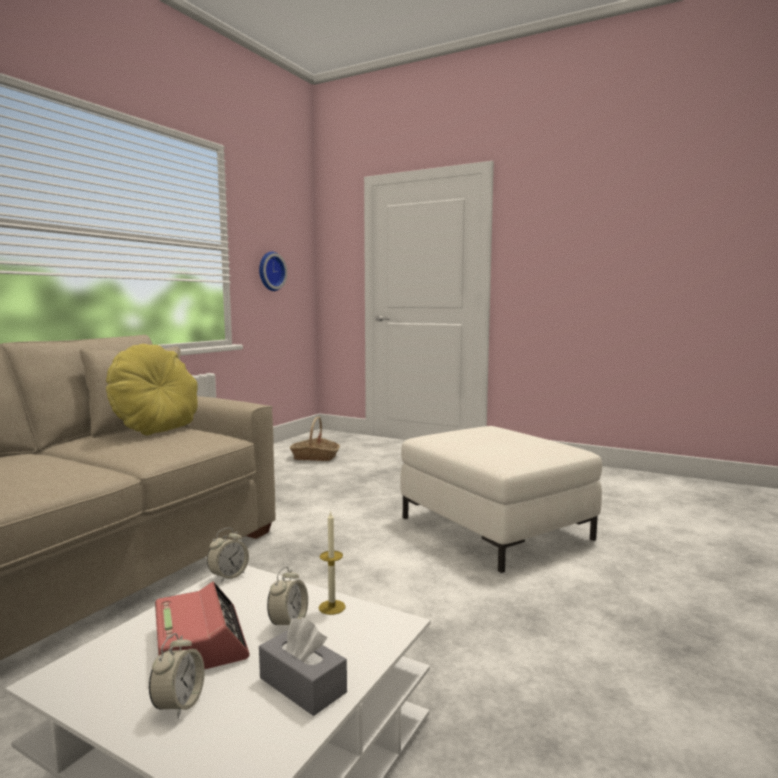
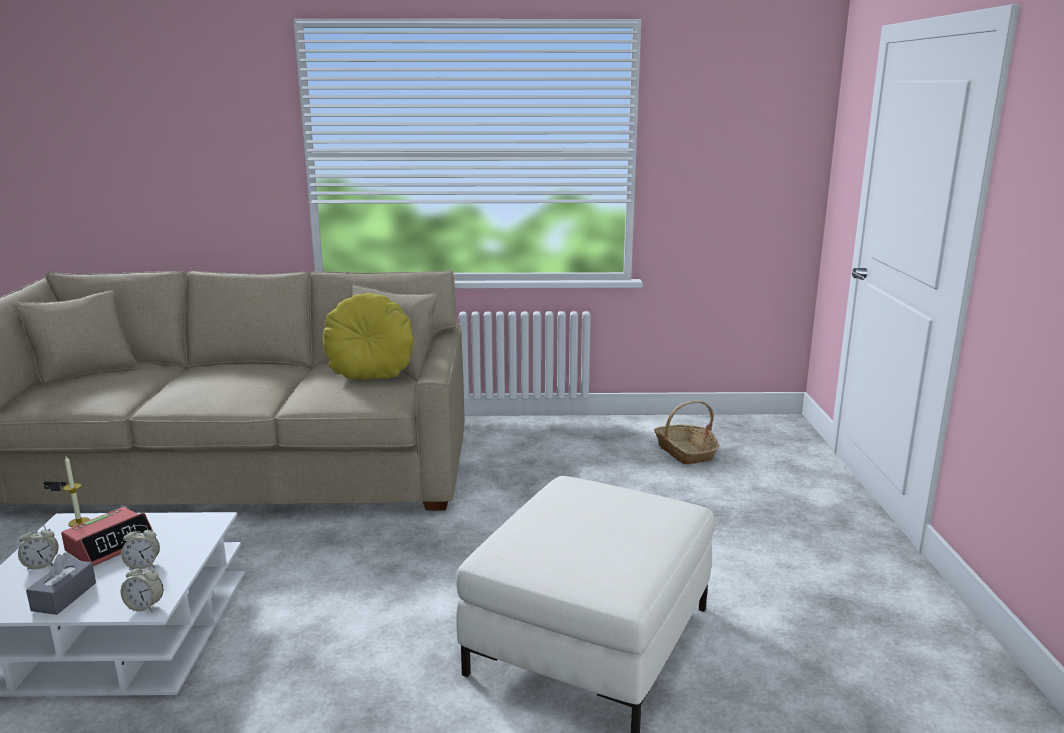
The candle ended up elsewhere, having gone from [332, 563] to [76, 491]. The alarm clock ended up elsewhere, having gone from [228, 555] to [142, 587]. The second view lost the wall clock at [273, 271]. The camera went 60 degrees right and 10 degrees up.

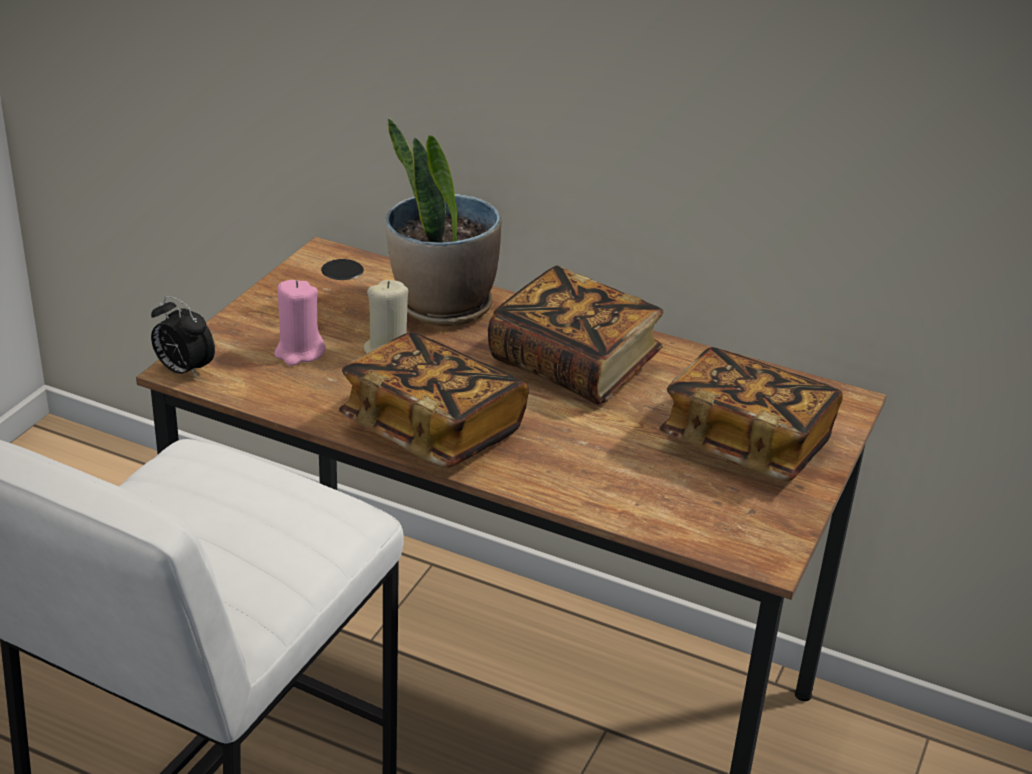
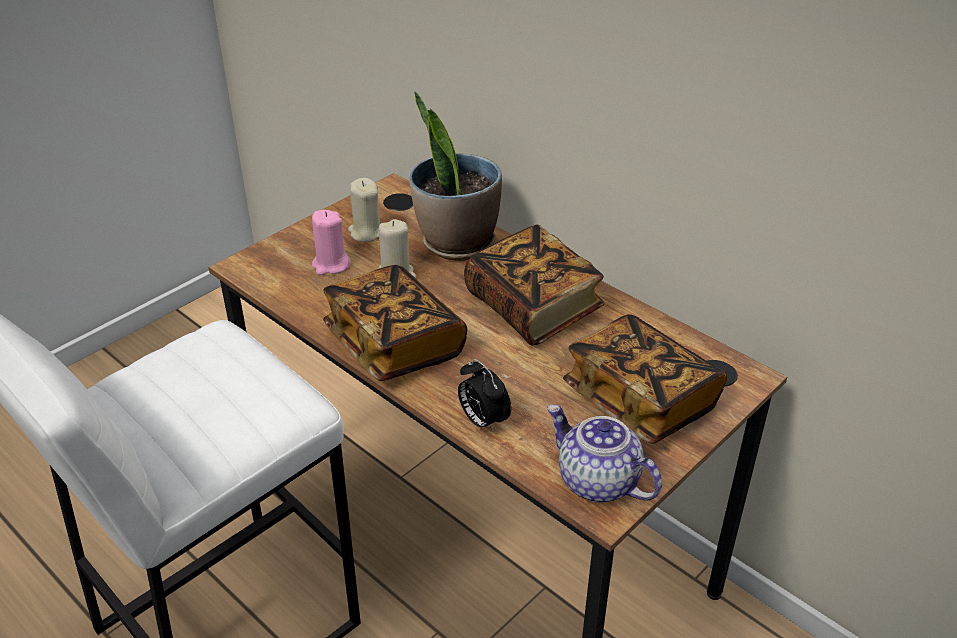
The second view gained the beige candle at [364, 210]. The alarm clock ended up elsewhere, having gone from [183, 338] to [484, 396]. The second view gained the teapot at [604, 454]. The camera went 20 degrees right and 5 degrees up.

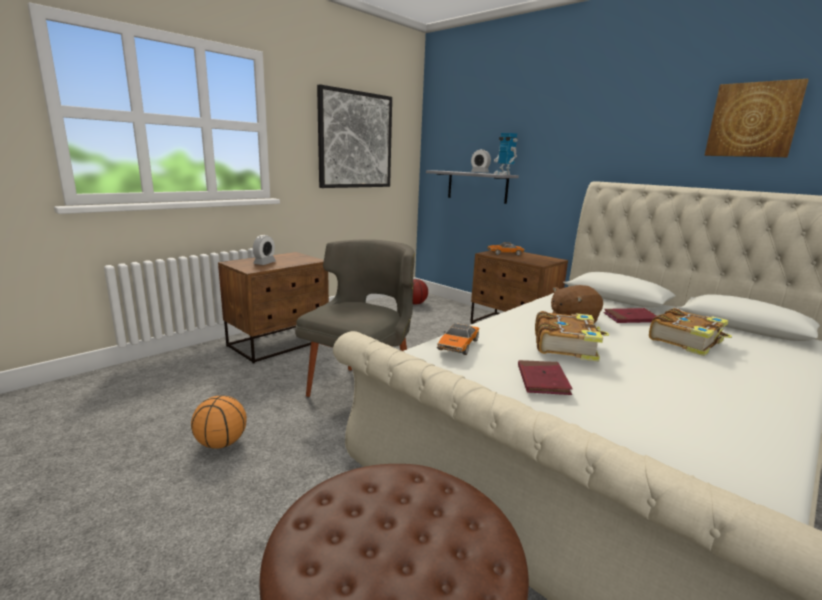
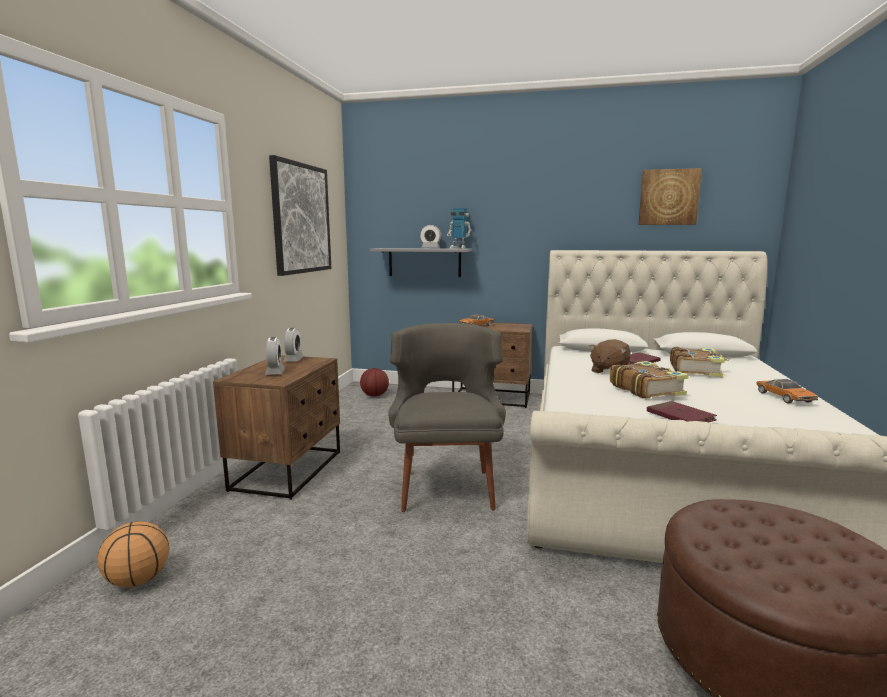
The basketball ended up elsewhere, having gone from [219, 422] to [133, 554]. The second view gained the alarm clock at [294, 344]. The toy car ended up elsewhere, having gone from [458, 339] to [787, 391]. The camera went 30 degrees left and 5 degrees down.

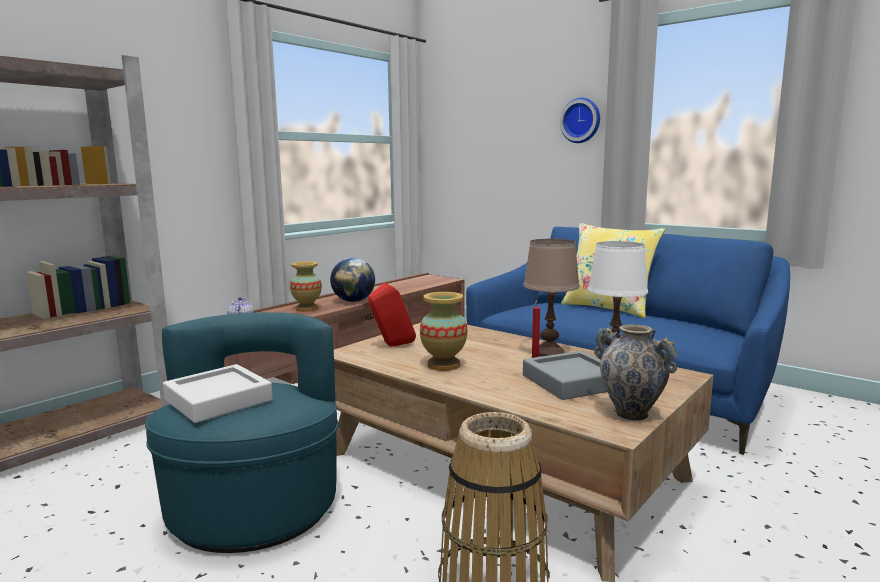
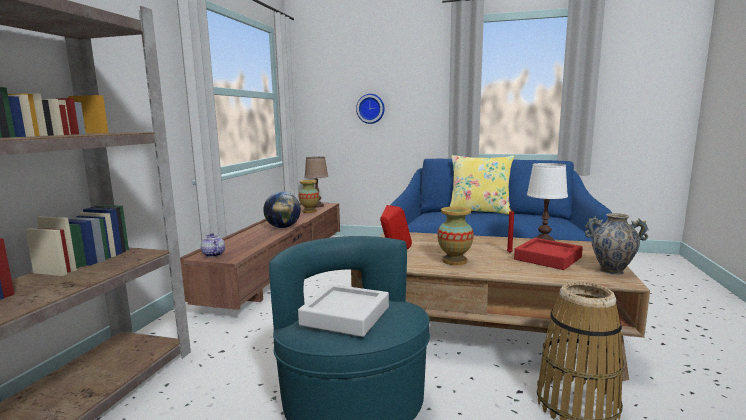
The vase ended up elsewhere, having gone from [306, 286] to [309, 196]. The brown table lamp ended up elsewhere, having gone from [551, 298] to [316, 182]. The wall clock ended up elsewhere, having gone from [580, 120] to [370, 109]. What was the grey tray at [565, 375] turned into the red tray at [548, 254]. The camera went 25 degrees left and 0 degrees up.

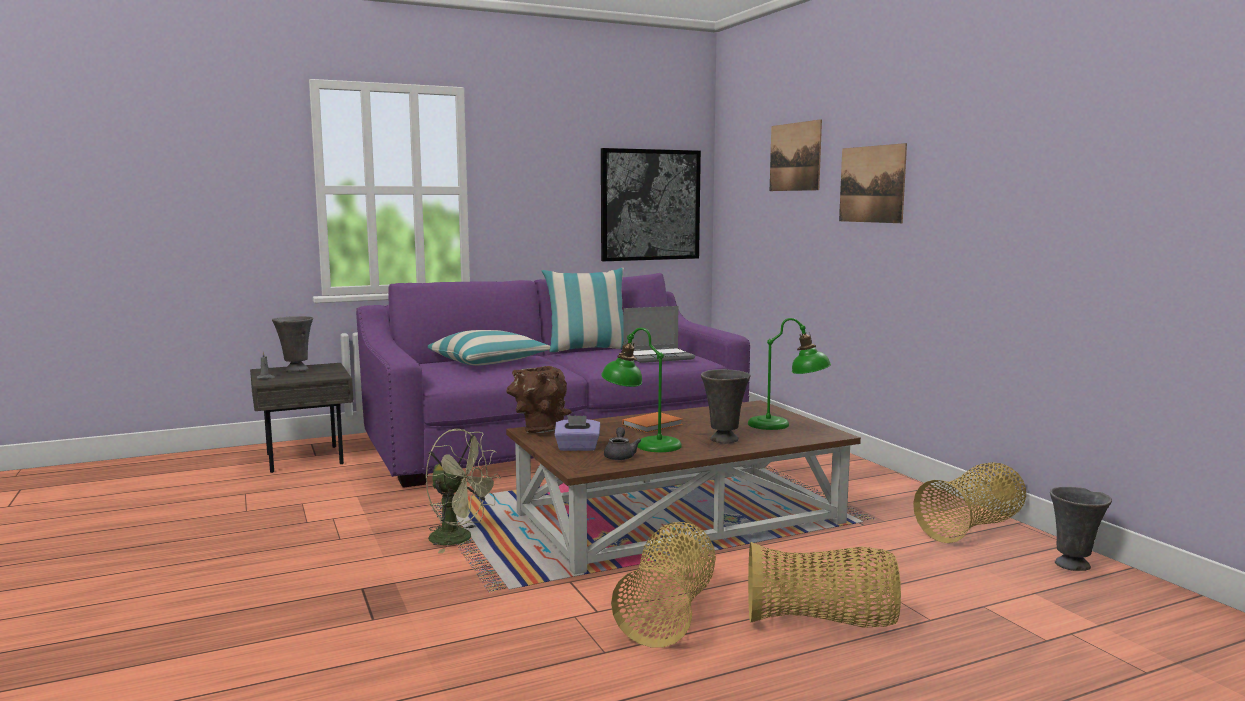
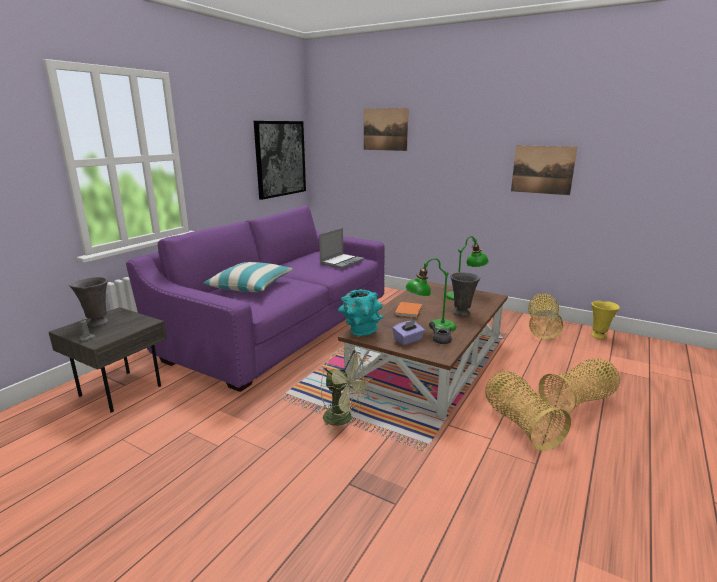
The green fan at [463, 491] ended up facing another way, 45 degrees clockwise from before. What was the brown vase at [539, 399] turned into the turquoise vase at [360, 313]. The picture ended up elsewhere, having gone from [873, 183] to [544, 170]. What was the grey vase at [1081, 529] turned into the yellow vase at [605, 320]. The second view lost the pillow at [583, 310]. The camera went 35 degrees left and 10 degrees up.

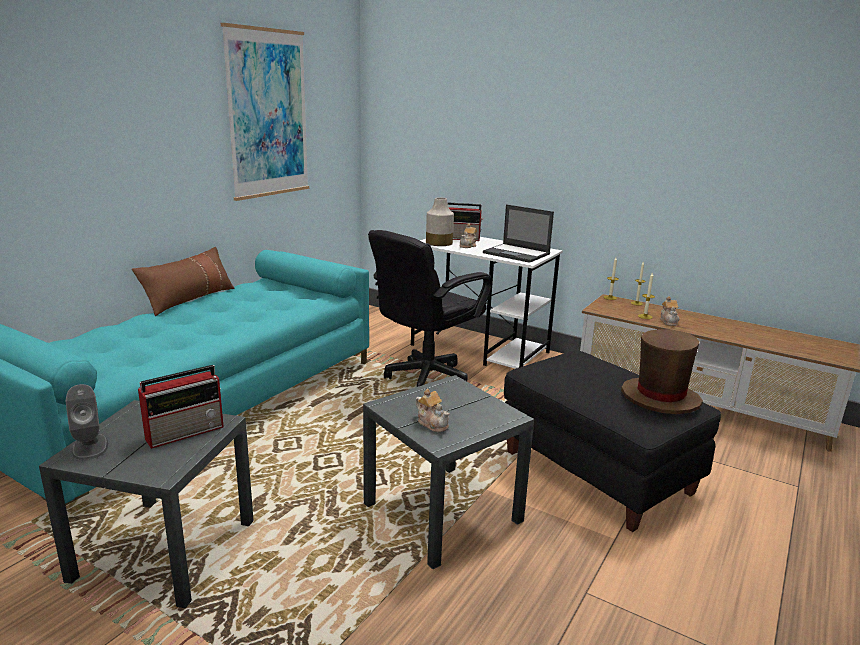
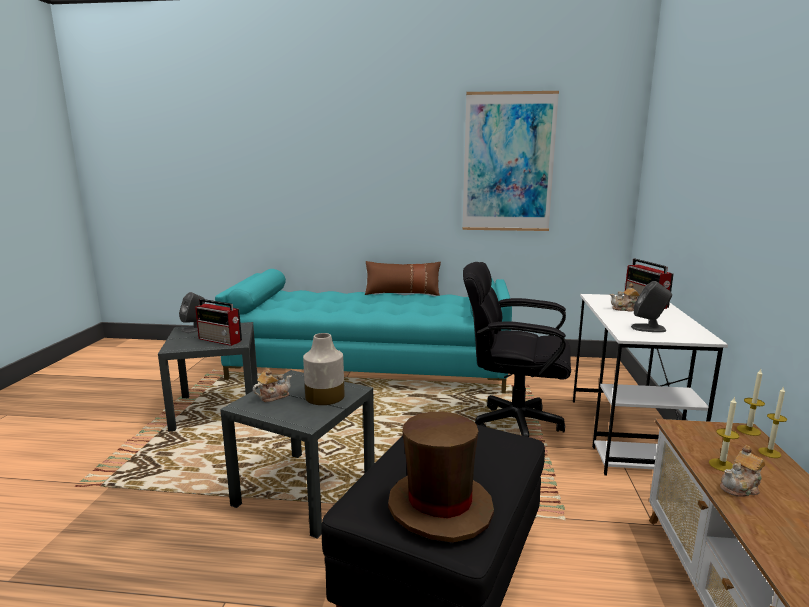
The teapot at [432, 410] ended up facing another way, 150 degrees counterclockwise from before. The beige vase ended up elsewhere, having gone from [440, 221] to [324, 369]. Where the laptop stood at [518, 233], the grey speaker came to stand at [651, 306]. The camera went 65 degrees right and 5 degrees down.

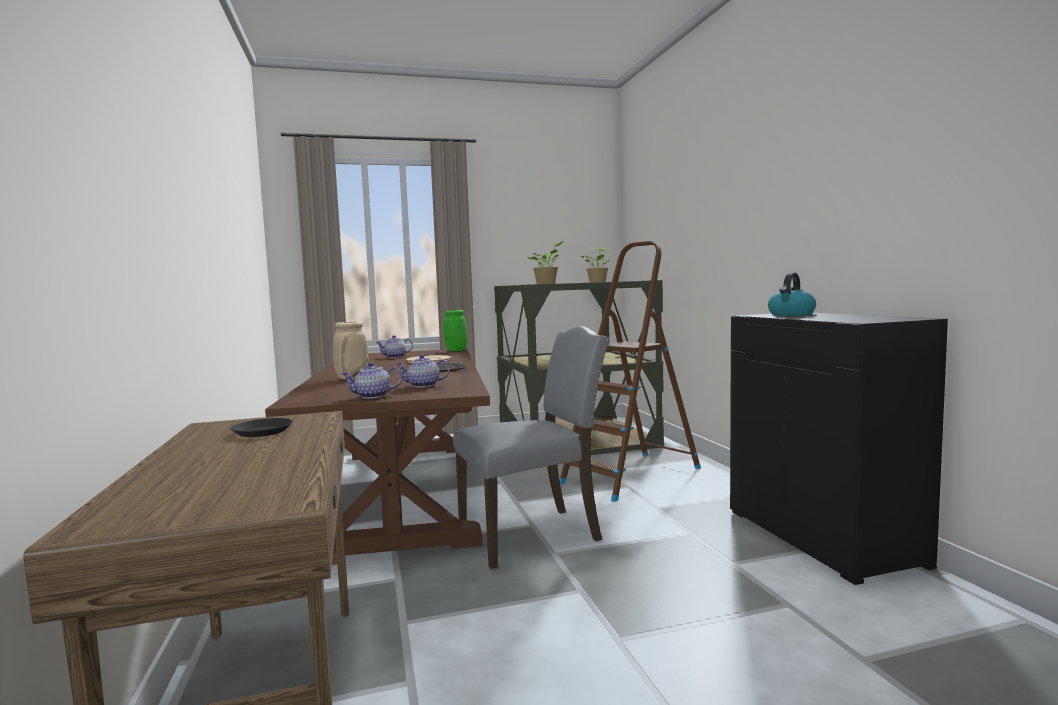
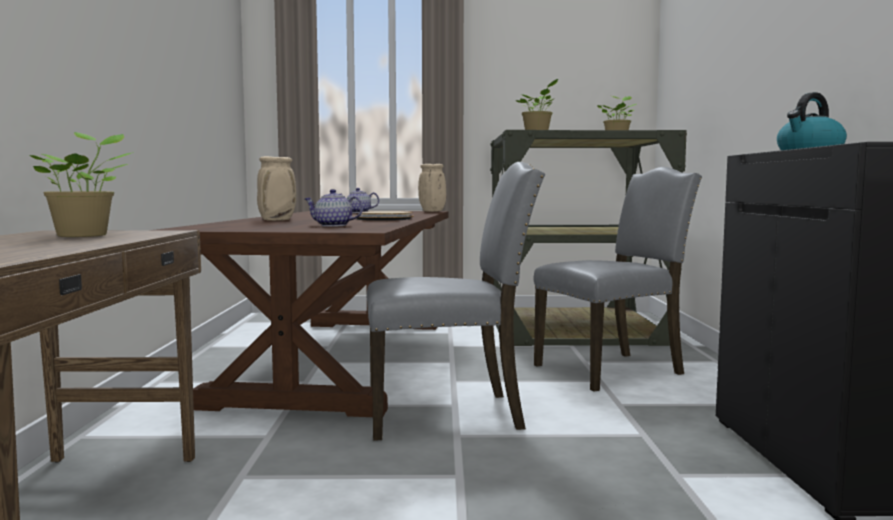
Where the black plate stood at [261, 427], the potted plant came to stand at [82, 184]. What was the green vase at [455, 330] turned into the beige vase at [432, 188]. Where the brown step ladder stood at [630, 371], the grey chair came to stand at [618, 279]. The second view lost the teapot at [371, 380]. The camera went 15 degrees right and 0 degrees up.

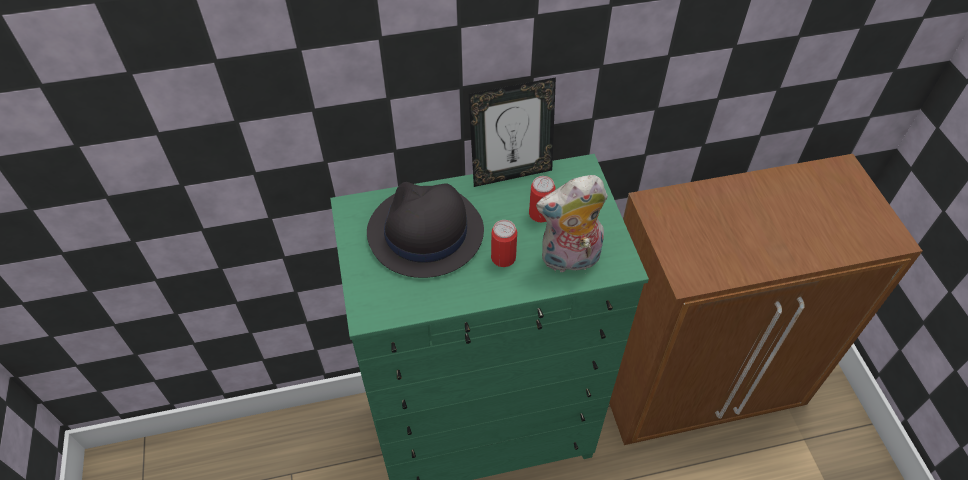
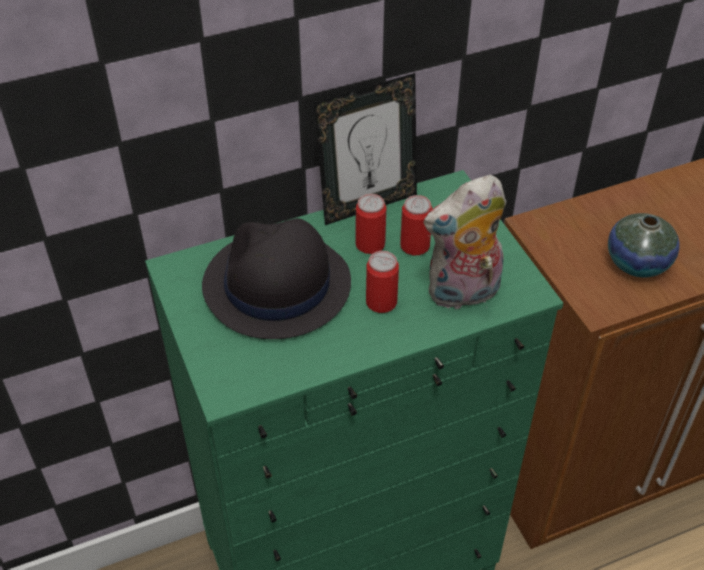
The second view gained the can at [370, 224]. The second view gained the vase at [644, 245]. The camera went 10 degrees left and 5 degrees down.

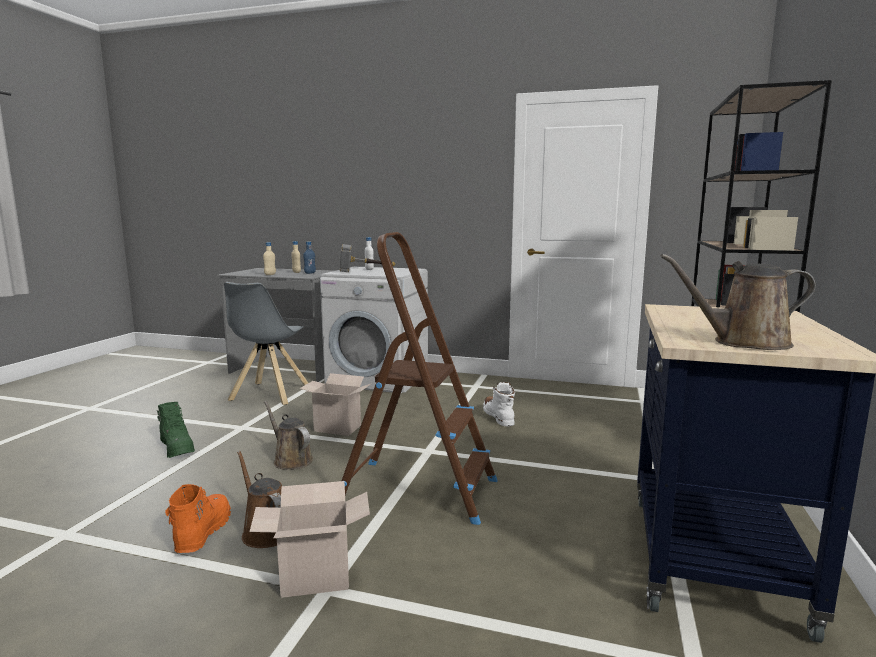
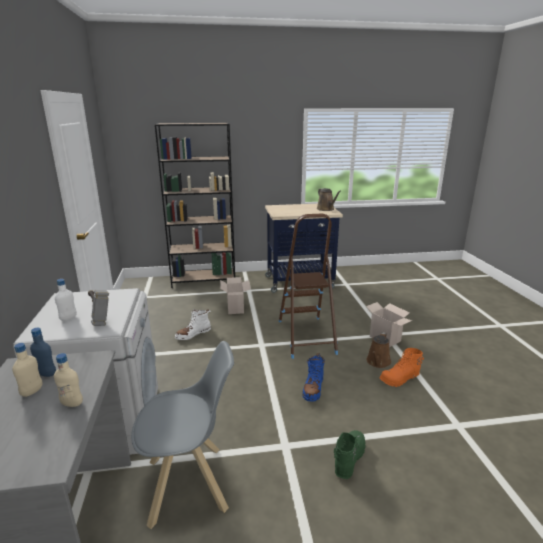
The cardboard box ended up elsewhere, having gone from [335, 404] to [235, 295]. Where the brown watering can stood at [288, 435], the blue boot came to stand at [313, 377]. The camera went 115 degrees left and 10 degrees up.

